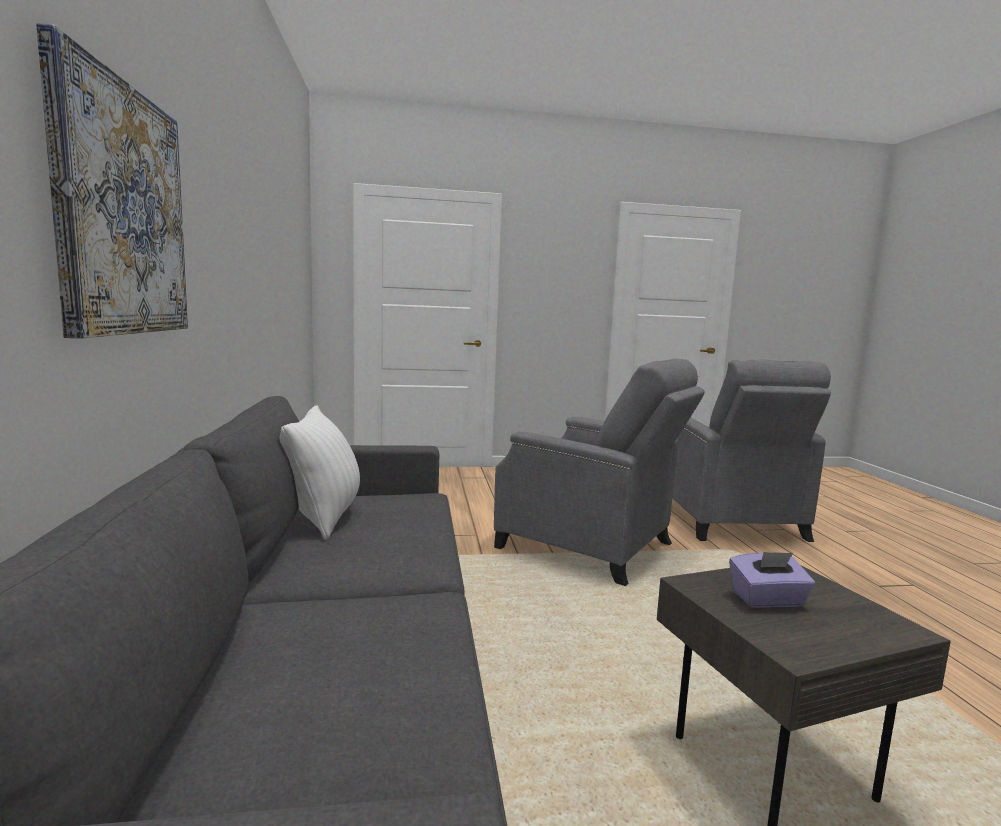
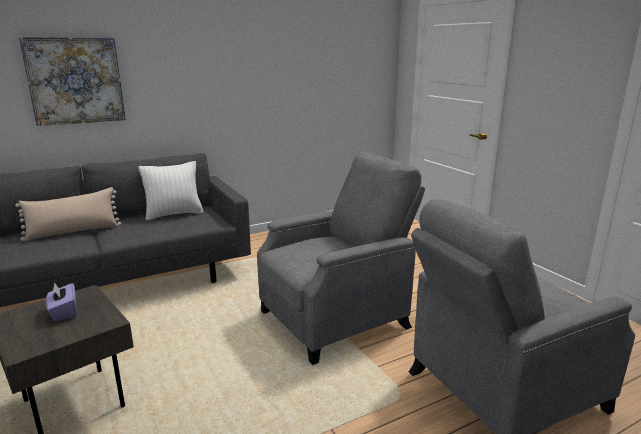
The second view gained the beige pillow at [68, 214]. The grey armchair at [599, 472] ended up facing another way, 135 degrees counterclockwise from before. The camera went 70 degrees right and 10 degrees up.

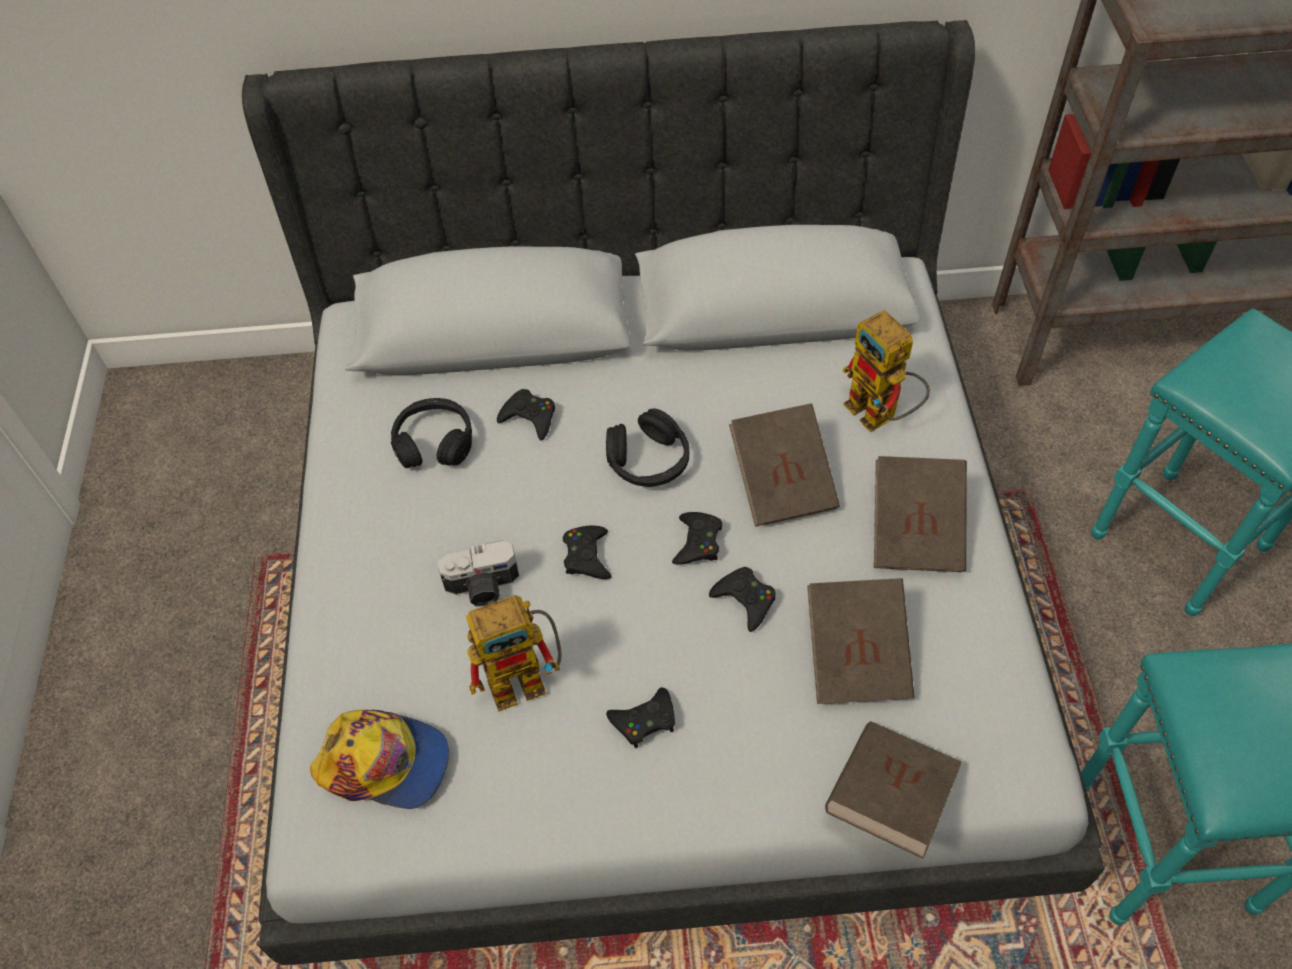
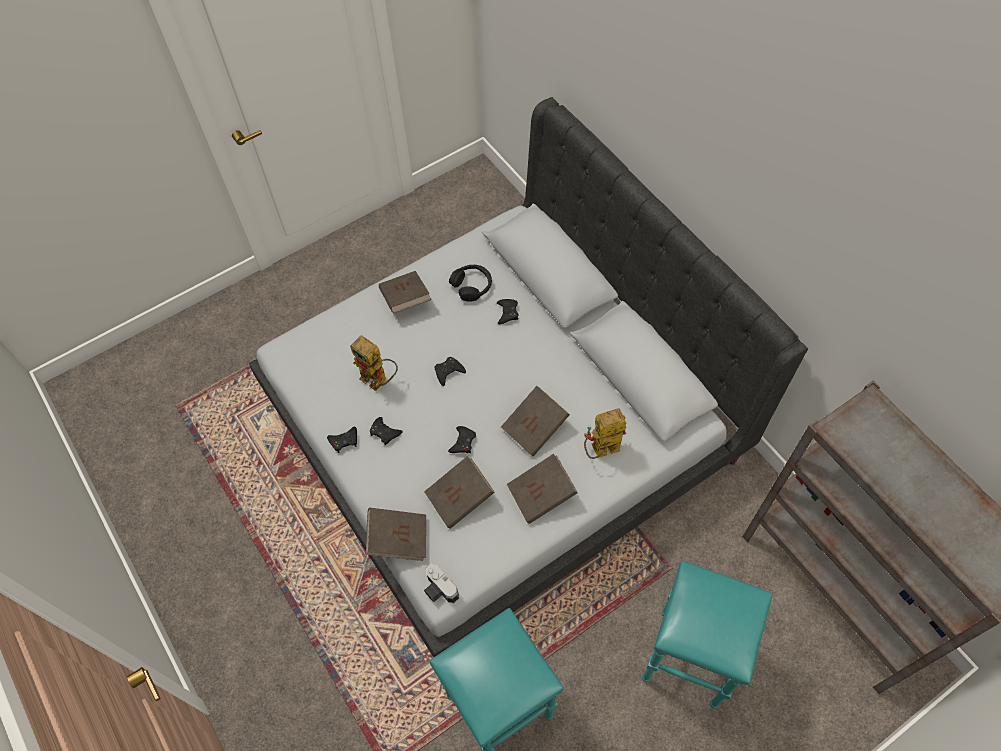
The black game controller ended up elsewhere, having gone from [697, 538] to [342, 440]. The second view gained the brown book at [405, 292]. The photo camera ended up elsewhere, having gone from [478, 573] to [441, 583]. The toy robot at [886, 371] ended up facing another way, 45 degrees clockwise from before. The second view lost the cap at [379, 759]. The second view lost the black headphones at [647, 447]. The camera went 60 degrees right and 5 degrees up.

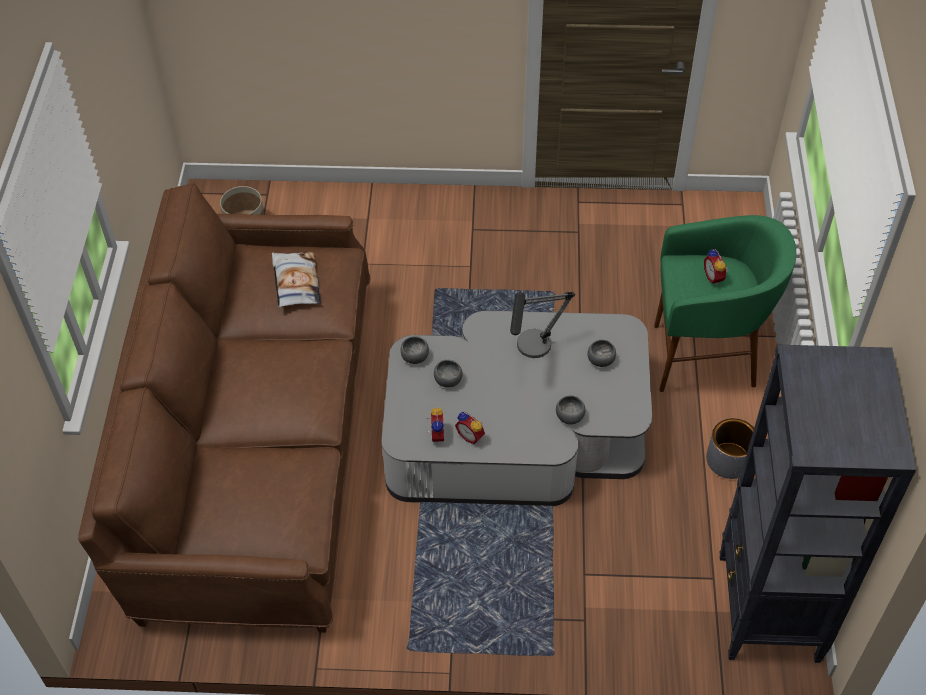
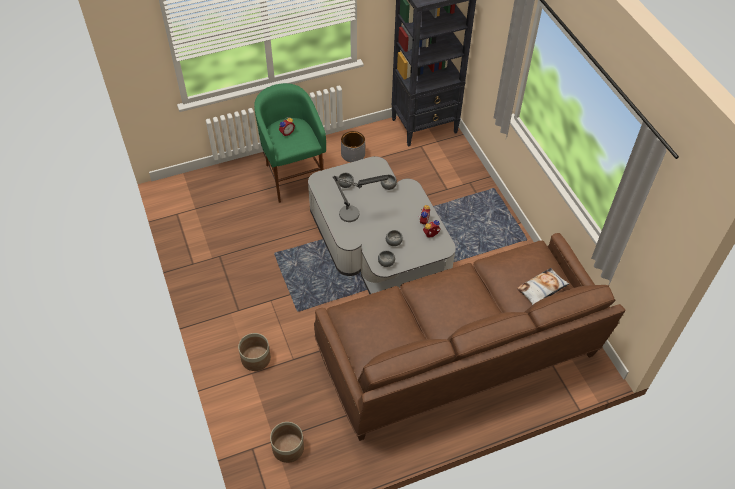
The second view gained the planter at [254, 352]. The pillow ended up elsewhere, having gone from [296, 279] to [543, 286]. The camera went 115 degrees left and 0 degrees up.

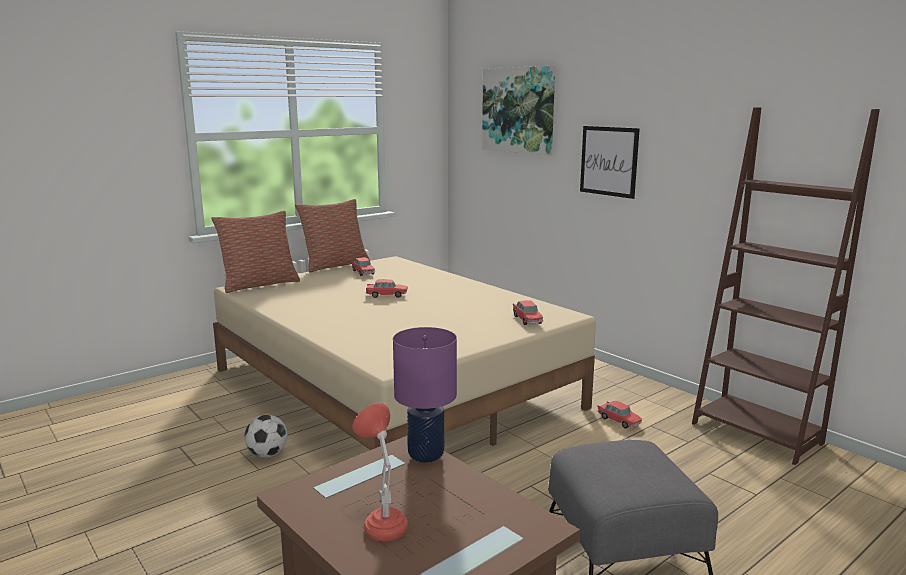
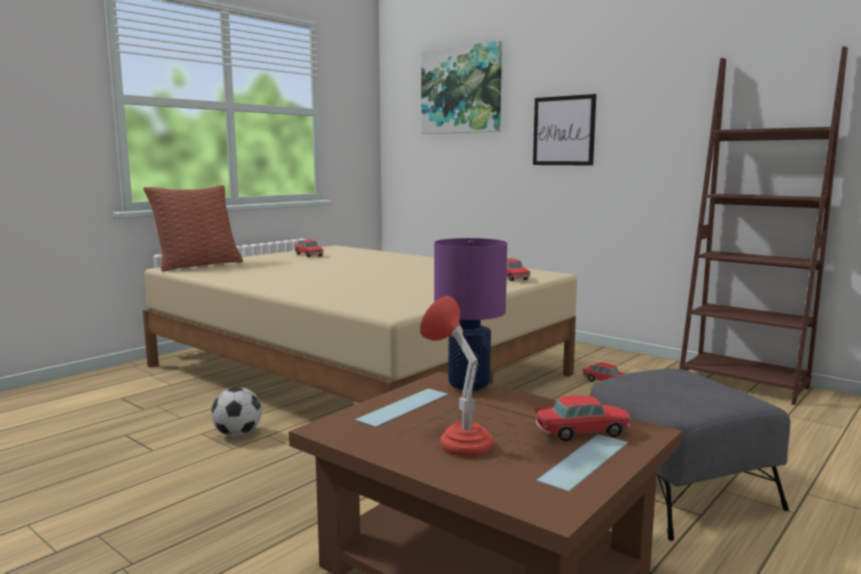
The toy car ended up elsewhere, having gone from [387, 288] to [582, 418]. The second view lost the pillow at [332, 235]. The camera went 10 degrees left and 5 degrees down.

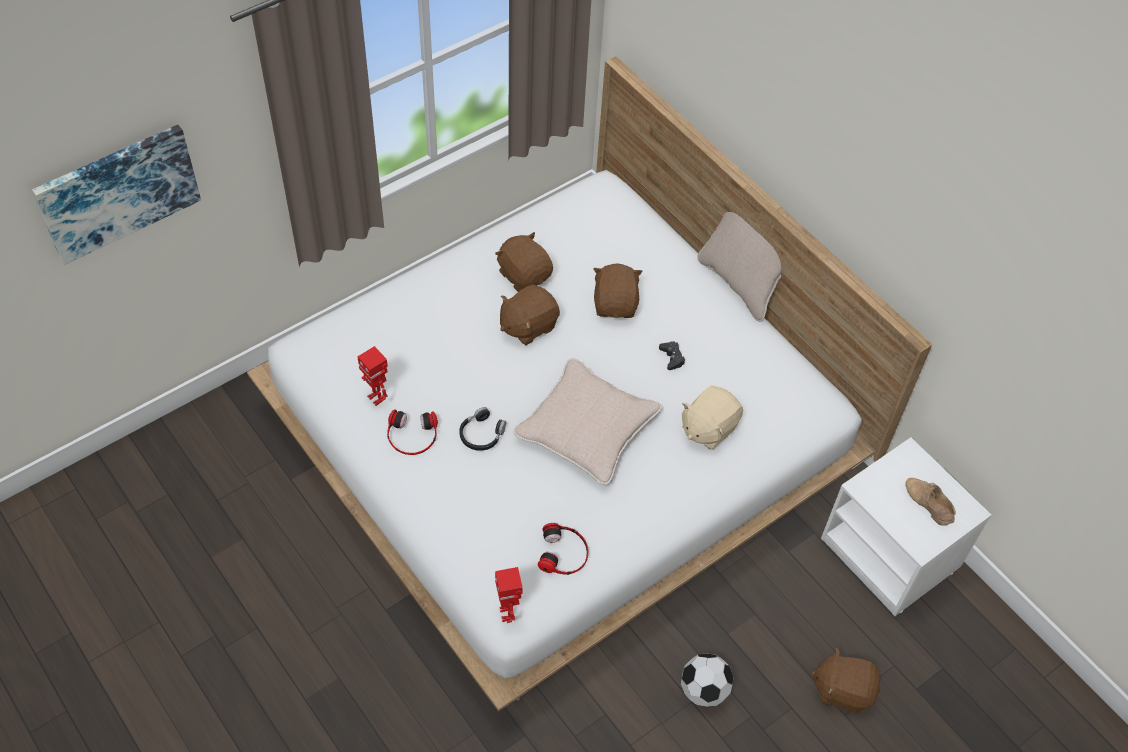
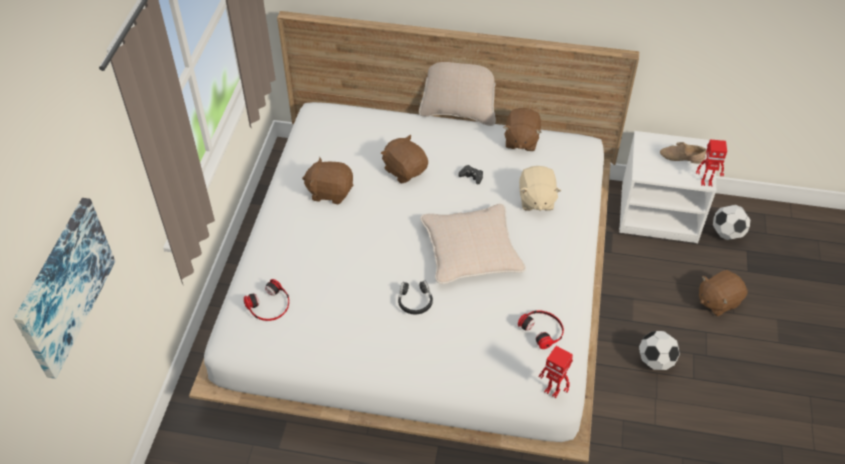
The headphones ended up elsewhere, having gone from [412, 432] to [266, 300]. The brown plush toy ended up elsewhere, having gone from [530, 315] to [522, 129]. The toy robot ended up elsewhere, having gone from [372, 376] to [711, 163]. The second view gained the football at [731, 222]. The camera went 40 degrees left and 5 degrees down.

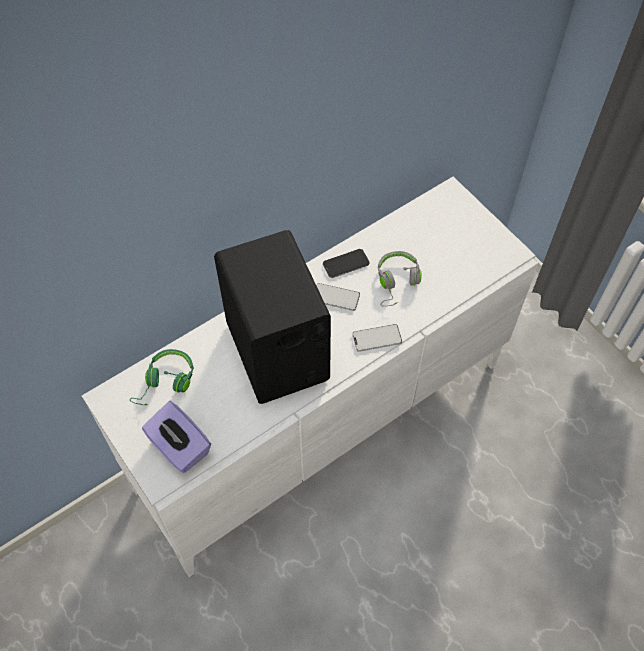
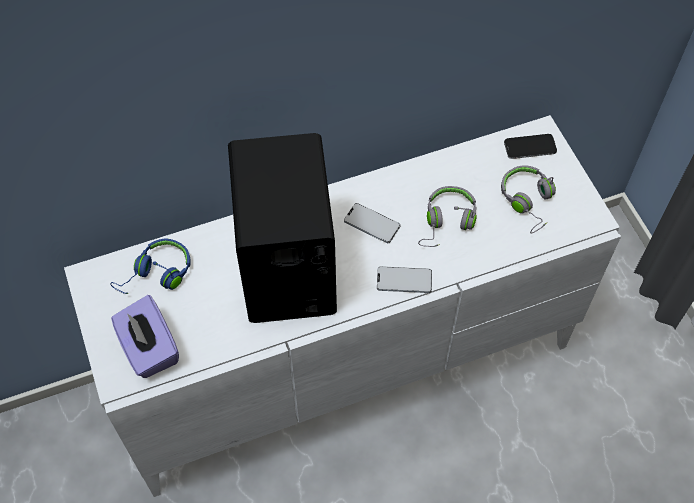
What was the green headphones at [162, 377] turned into the blue headphones at [151, 266]. The second view gained the grey headphones at [528, 199]. The phone ended up elsewhere, having gone from [346, 263] to [530, 146]. The camera went 15 degrees right and 0 degrees up.

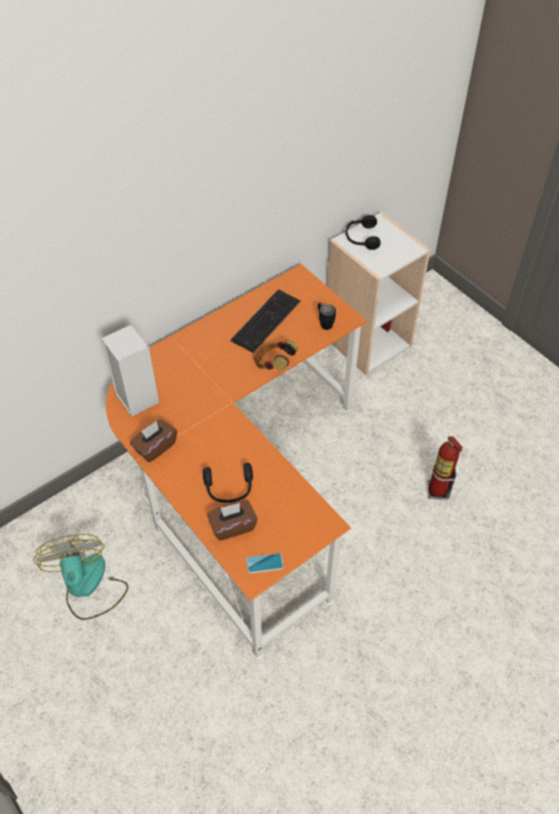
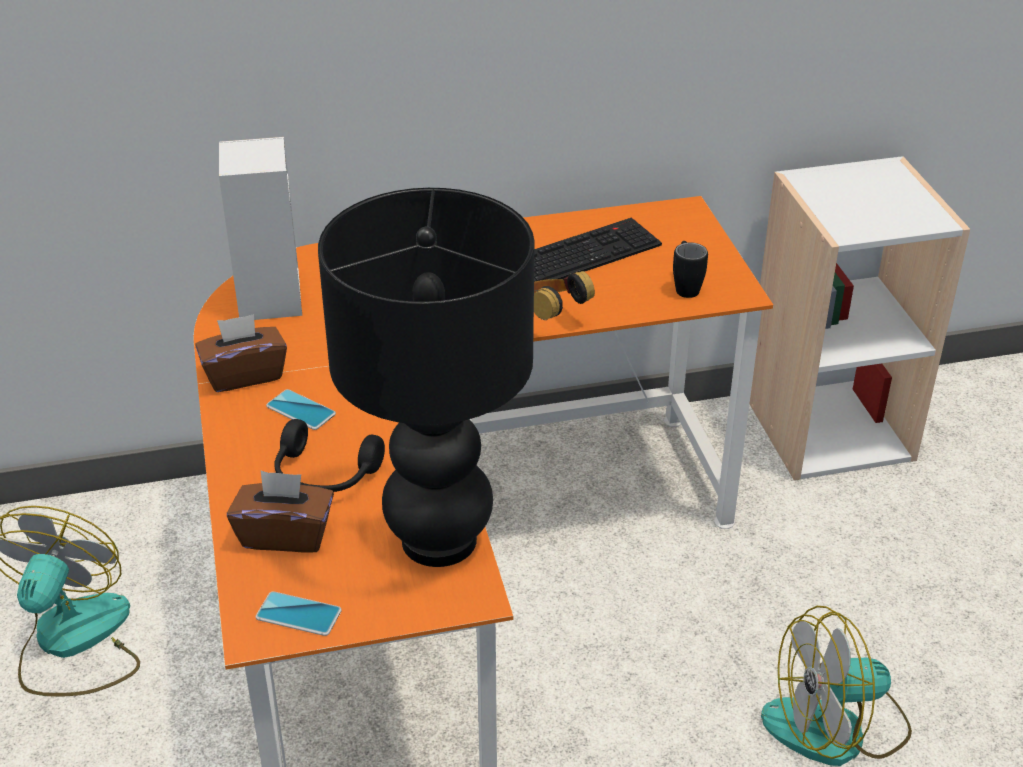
The second view gained the phone at [301, 409]. The second view gained the black table lamp at [426, 377]. Where the fire extinguisher stood at [445, 468], the fan came to stand at [836, 686]. The second view lost the black headphones at [363, 232]. The camera went 25 degrees right and 15 degrees down.

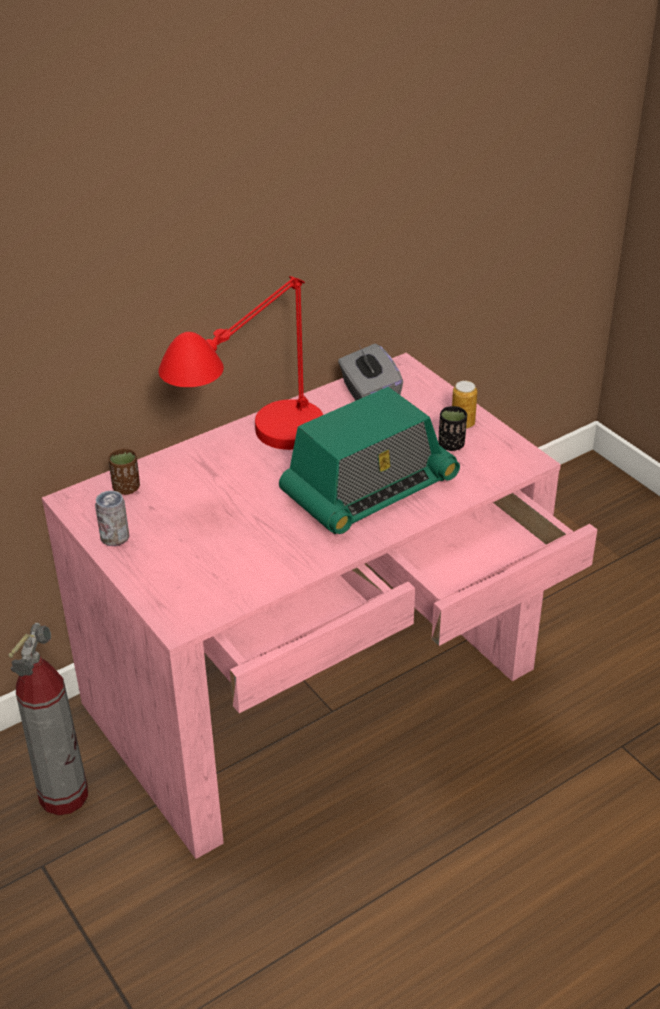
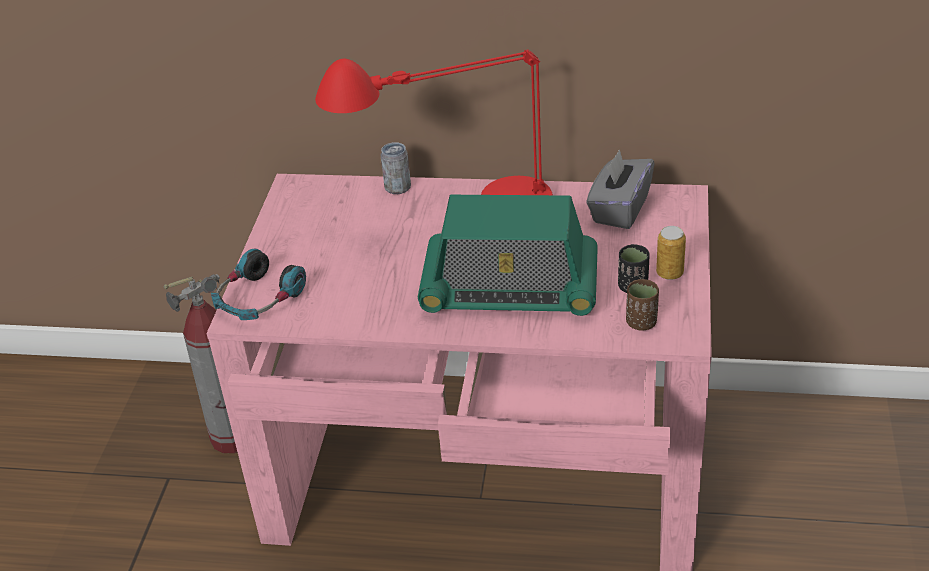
The second view gained the headphones at [258, 284]. The can ended up elsewhere, having gone from [112, 518] to [395, 168]. The brown cup ended up elsewhere, having gone from [124, 471] to [642, 305]. The camera went 45 degrees right and 0 degrees up.

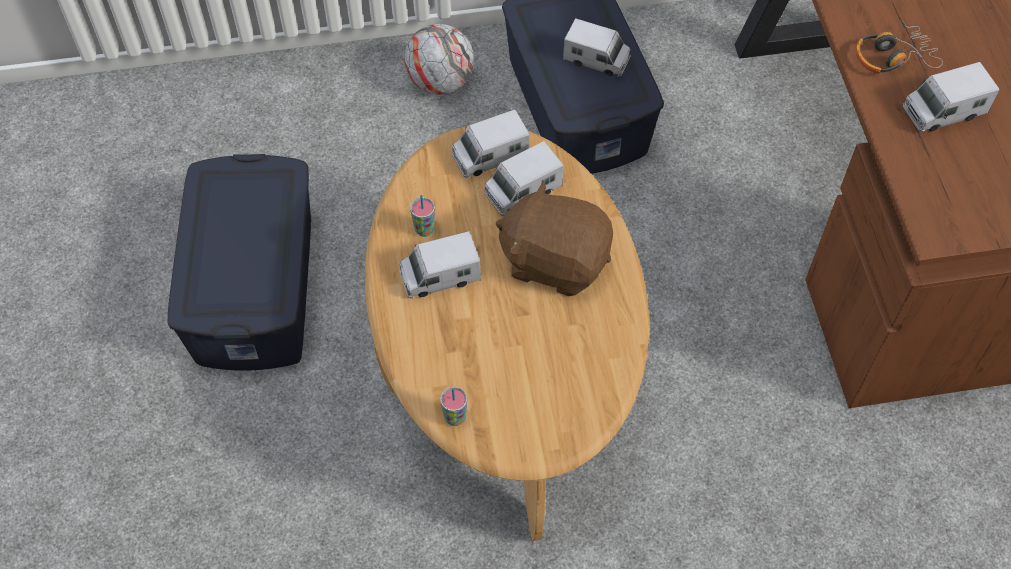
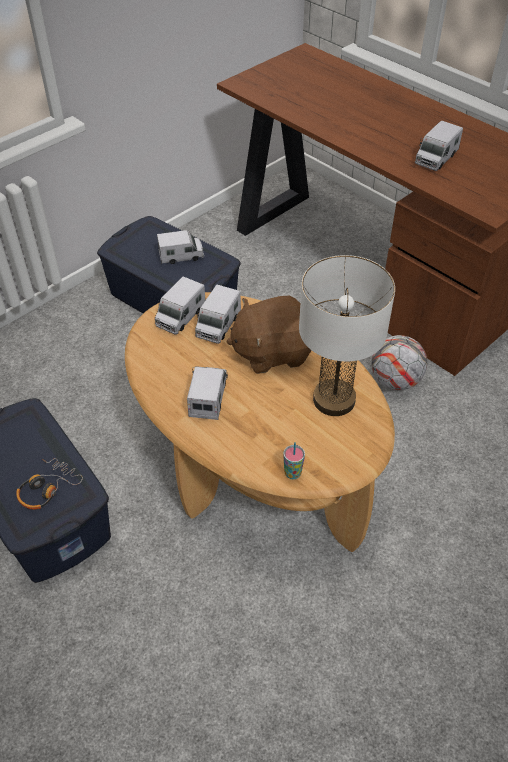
The headphones ended up elsewhere, having gone from [899, 46] to [49, 484]. The toy truck at [440, 265] ended up facing another way, 150 degrees clockwise from before. The second view gained the table lamp at [347, 335]. The football ended up elsewhere, having gone from [439, 59] to [399, 362]. The second view lost the cup at [422, 216]. The camera went 35 degrees left and 10 degrees down.

